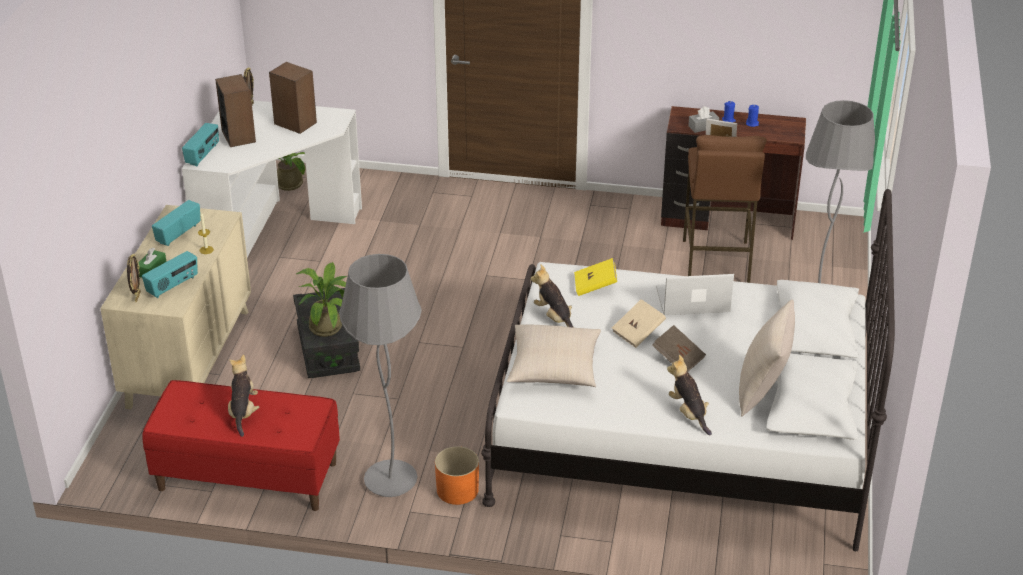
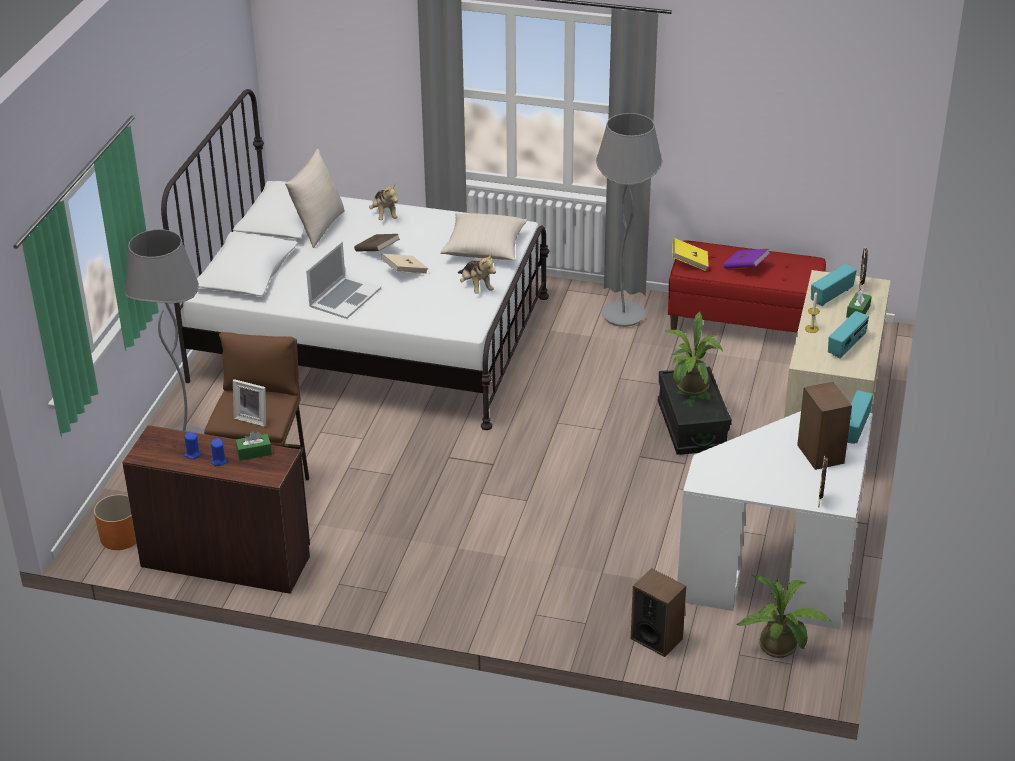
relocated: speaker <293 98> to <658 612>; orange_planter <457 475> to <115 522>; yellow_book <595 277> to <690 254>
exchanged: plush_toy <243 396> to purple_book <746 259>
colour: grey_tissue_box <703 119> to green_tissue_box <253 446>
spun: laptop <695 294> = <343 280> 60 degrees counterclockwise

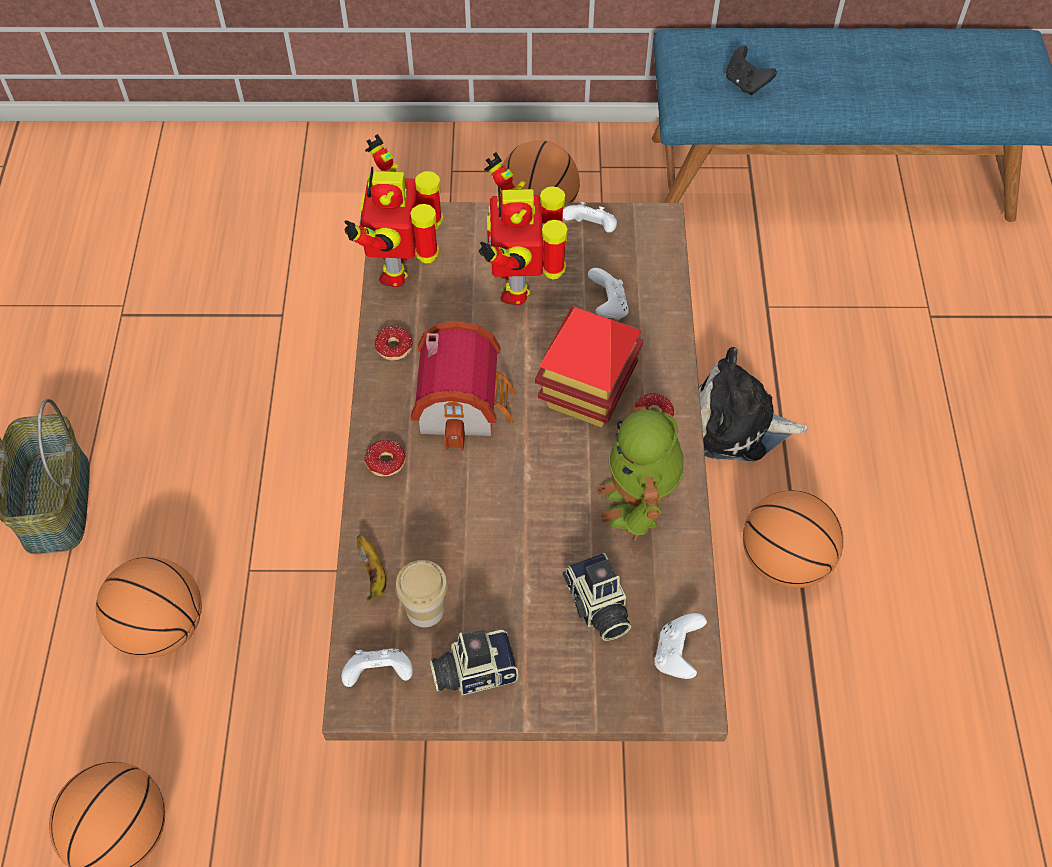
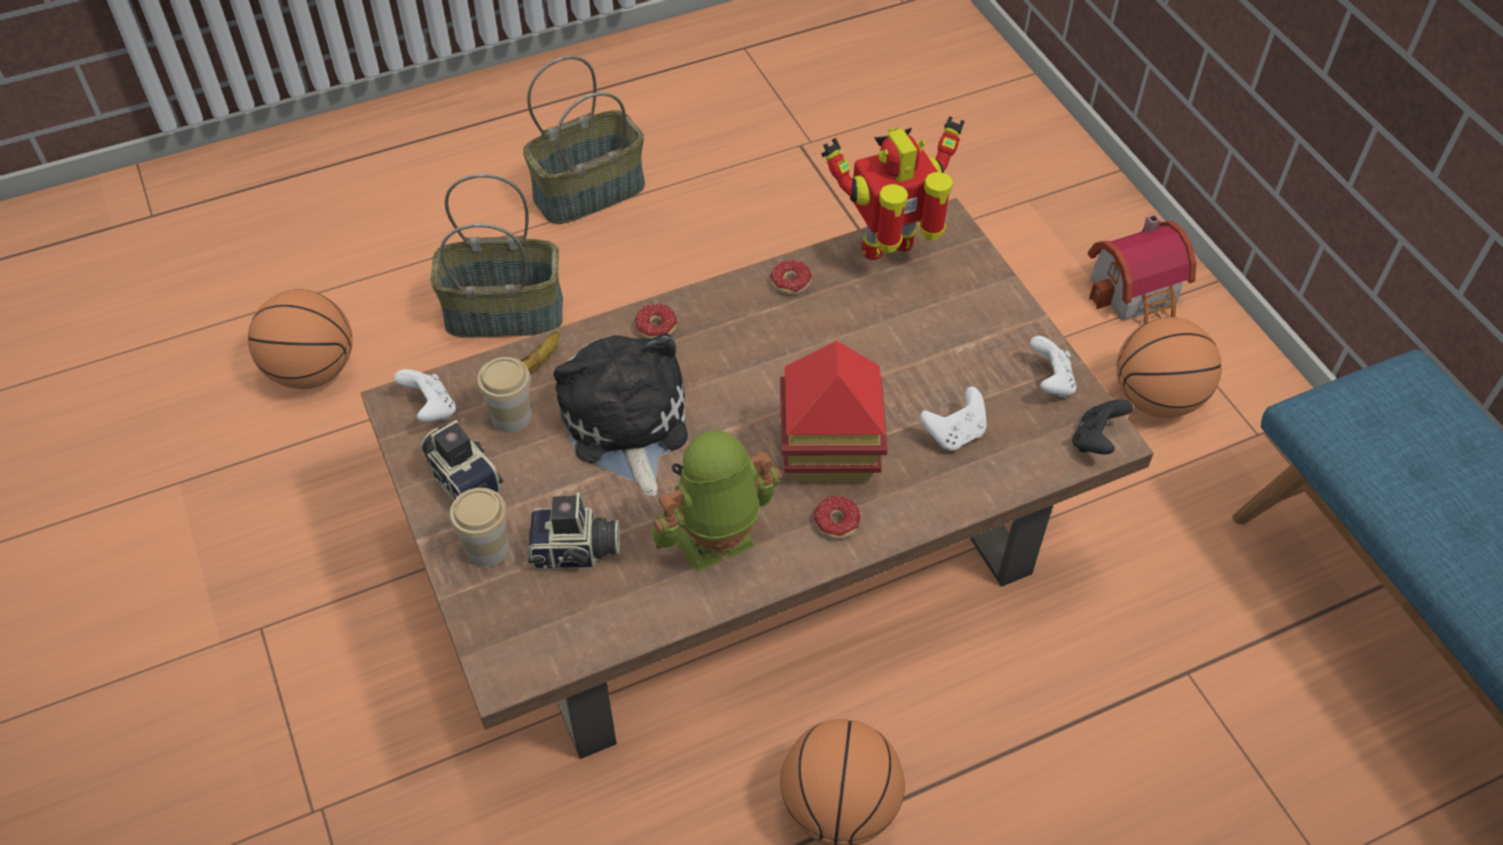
missing: toy_robot <523 229>; white_game_controller <680 646>
appeared: cup <479 527>
relocated: toy_house <463 385> to <1142 269>; plush_toy <753 404> to <620 415>; black_game_controller <751 70> to <1102 427>
exchanged: basketball <149 607> to basket <496 256>
spun: photo_camera <597 597> = <574 531> 135 degrees counterclockwise

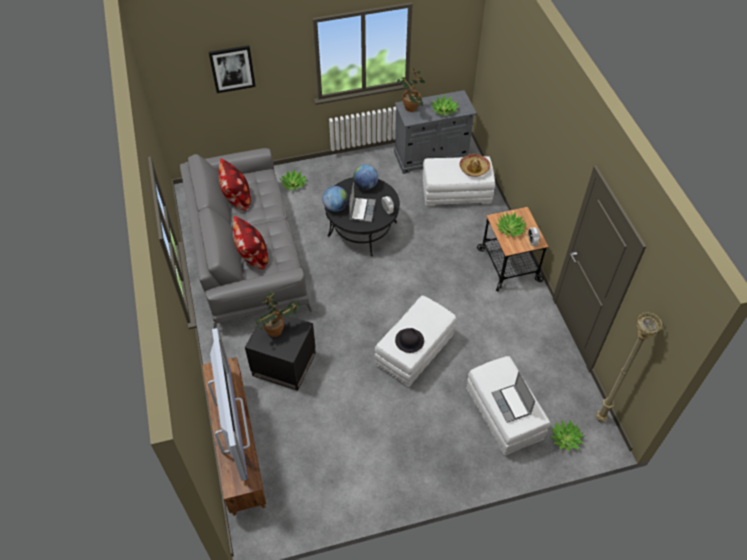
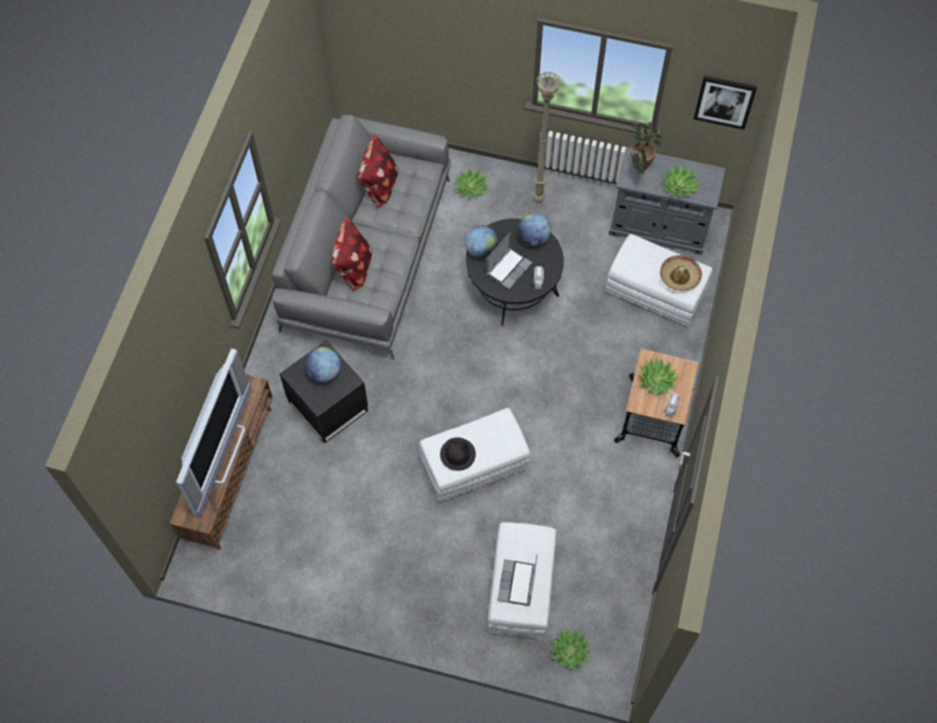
relocated: picture <232 69> to <725 103>; beige_floor_lamp <629 367> to <547 137>
exchanged: potted_plant <278 314> to globe <323 364>

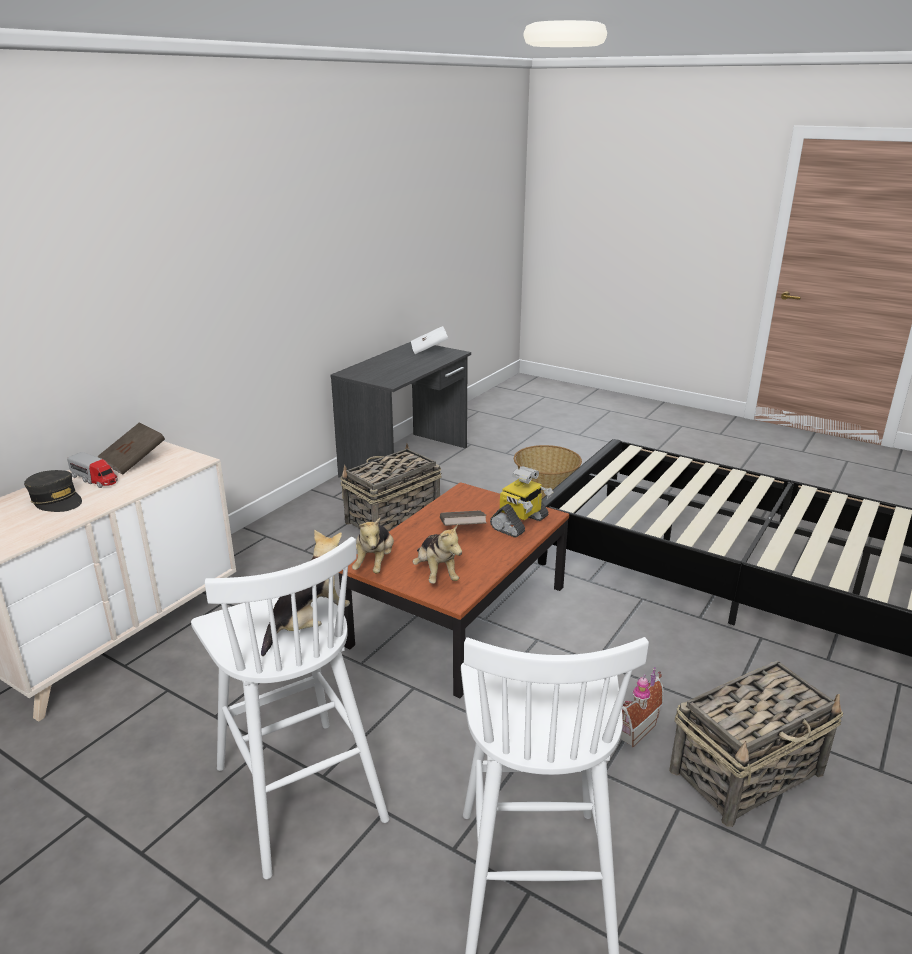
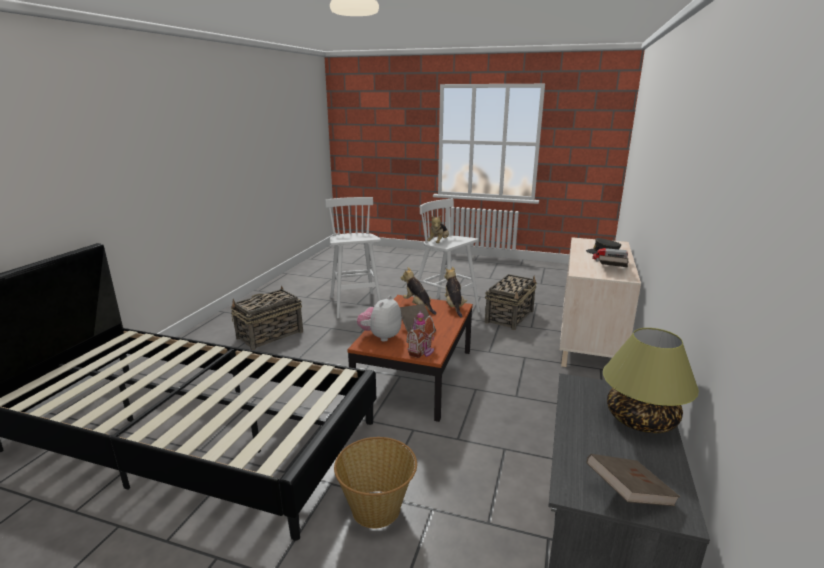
appeared: table_lamp <651 380>
relocated: basket <391 488> to <511 302>; toy_house <642 707> to <420 334>
exchanged: toy_robot <521 502> to plush_toy <379 319>
colour: white_book <429 340> to brown_book <633 480>

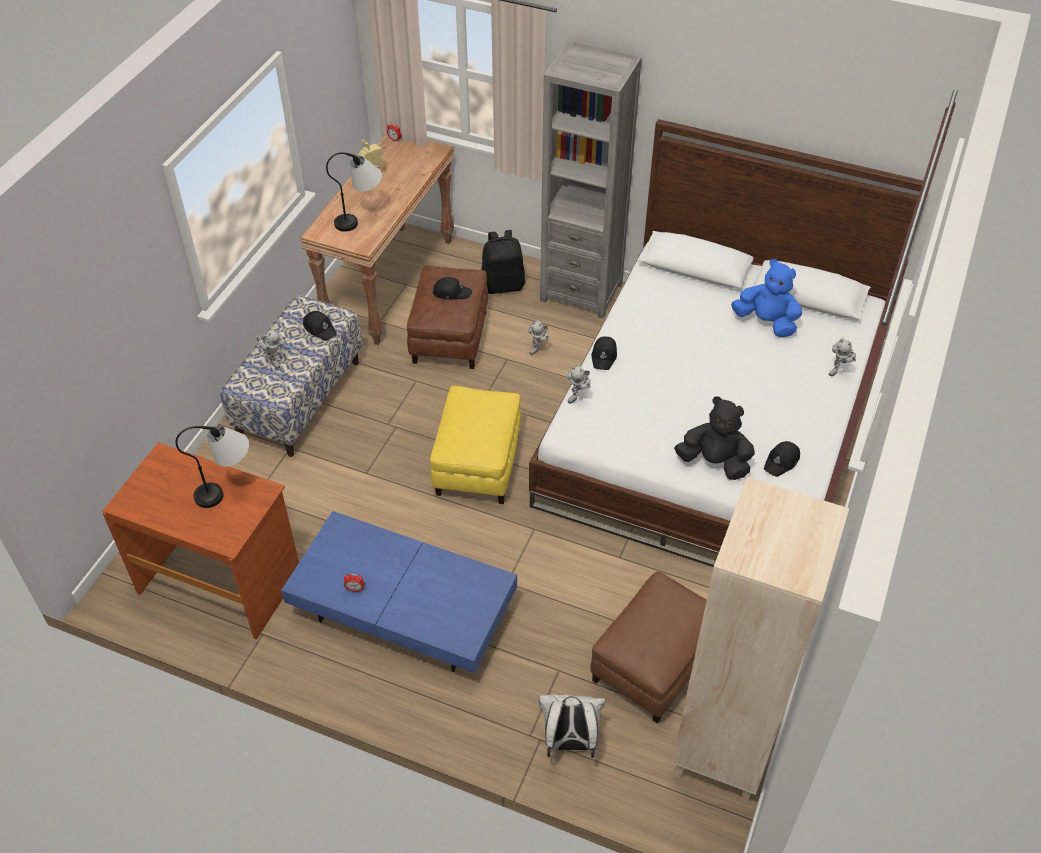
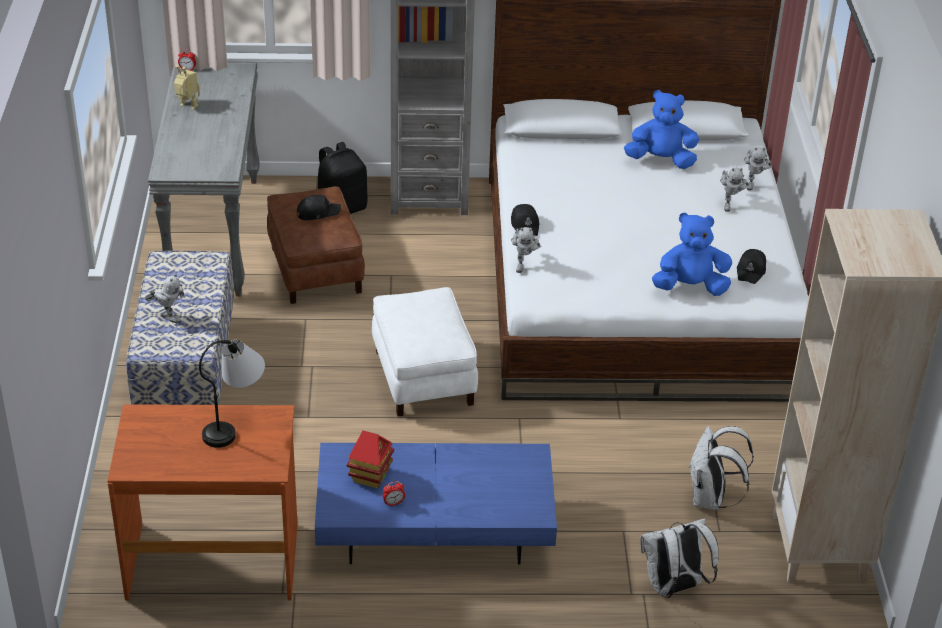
missing: black_cap <320 326>; table_lamp <354 192>
appeared: toy_house <370 459>
relocated: toy_robot <538 337> to <734 190>
exchanged: brown_ottoman <648 647> to white_backpack <721 468>
colour: brown_console_table <377 240> to grey_console_table <204 179>; yellow_ottoman <475 445> to white_ottoman <425 352>; black_plush_toy <714 438> to blue_plush_toy <692 254>

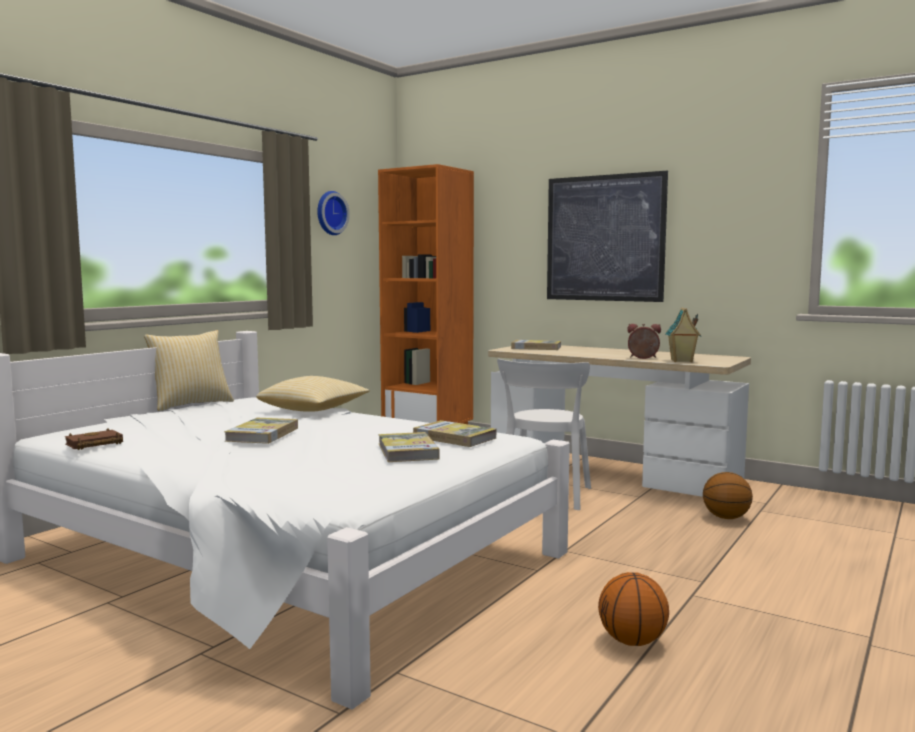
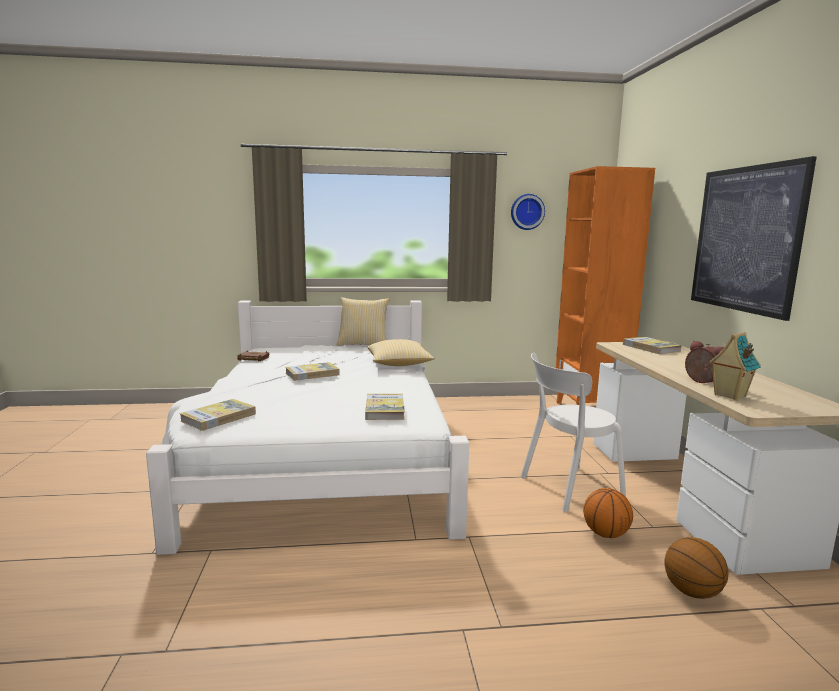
relocated: book <408 447> to <217 415>; basketball <633 609> to <608 513>

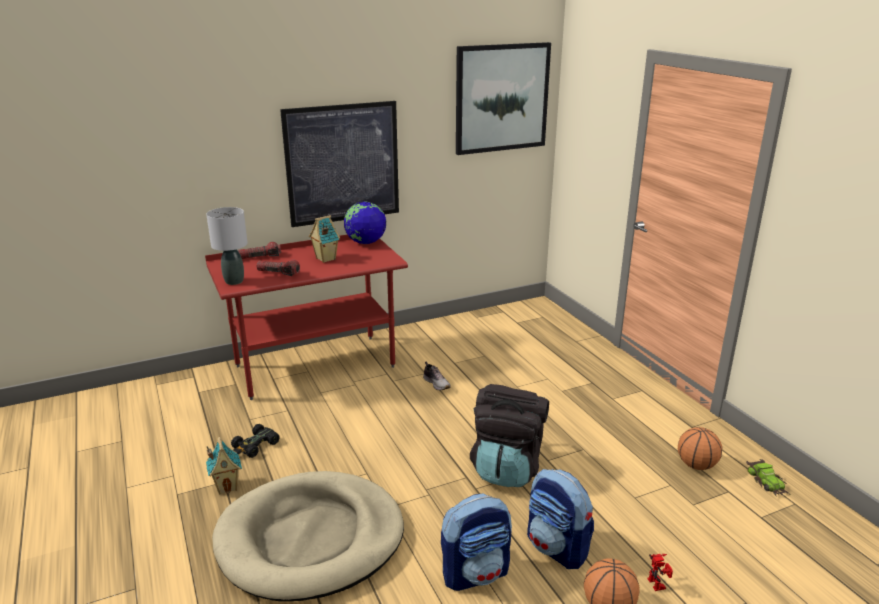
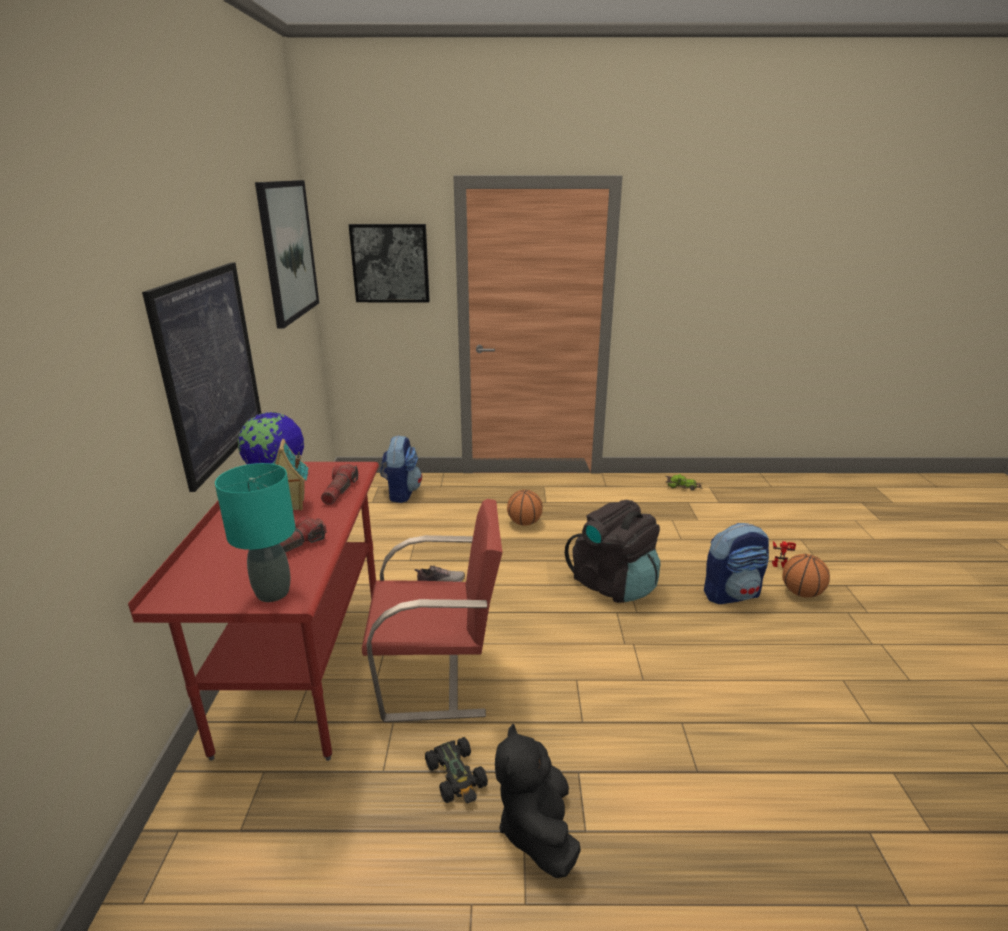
missing: beige_dog_bed <308 536>
appeared: picture <389 263>; red_chair <432 610>
relocated: flashlight <259 250> to <340 484>; backpack <476 542> to <401 469>; basketball <700 448> to <525 508>
exchanged: toy_house <224 466> to black_plush_toy <538 801>
colour: grey_table_lamp <227 246> to turquoise_table_lamp <255 532>

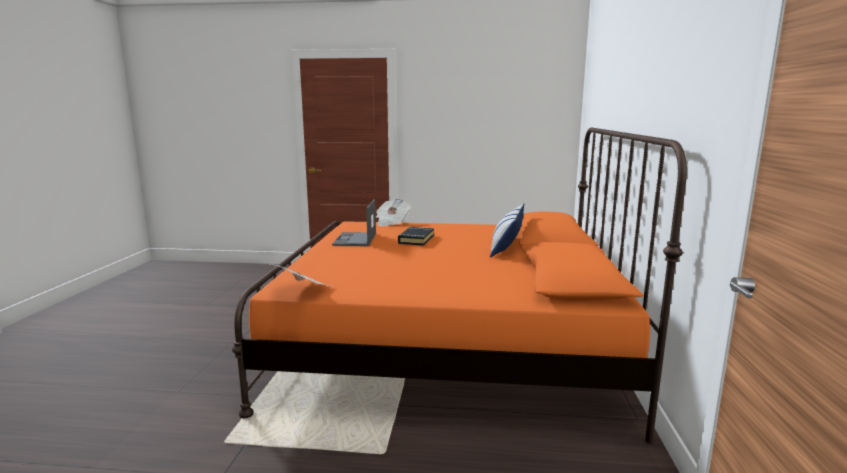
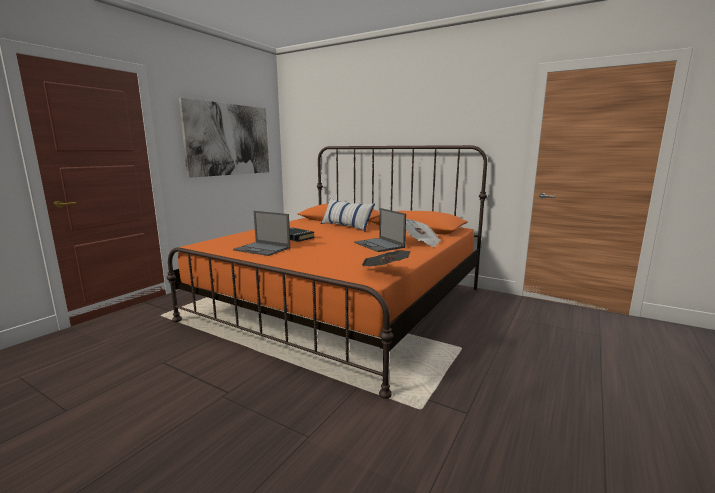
appeared: picture <224 138>; laptop <380 230>
relocated: newspaper <394 212> to <423 233>

